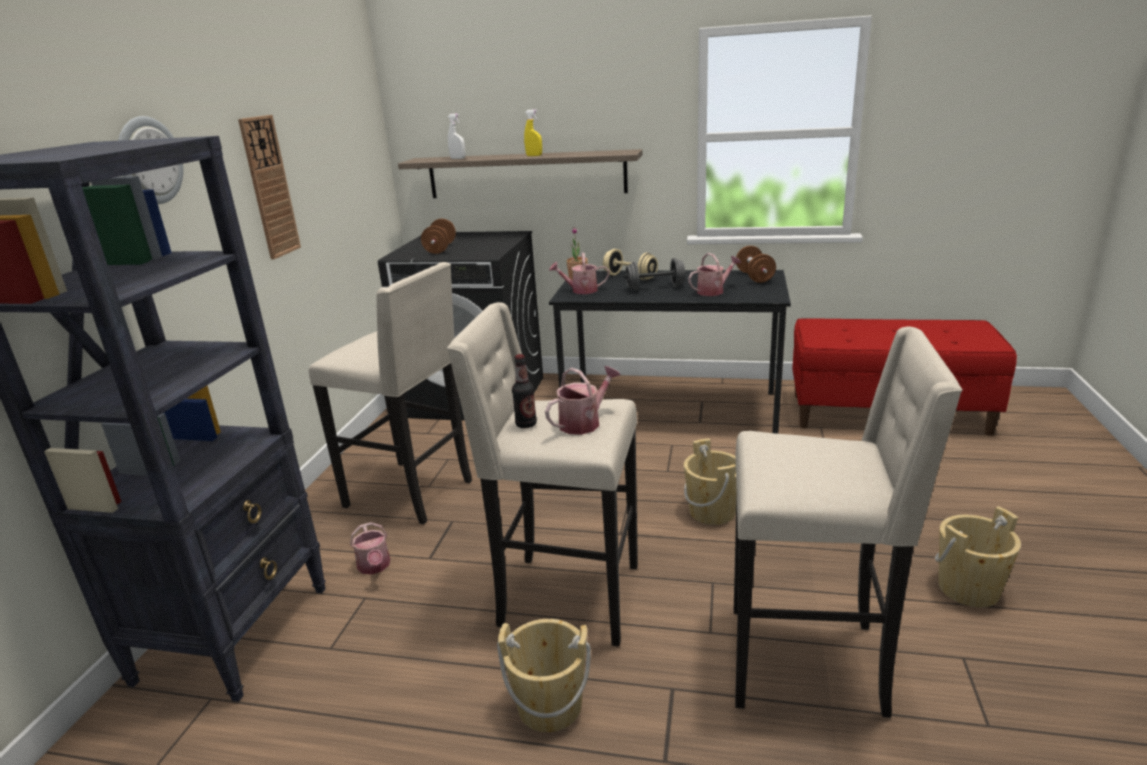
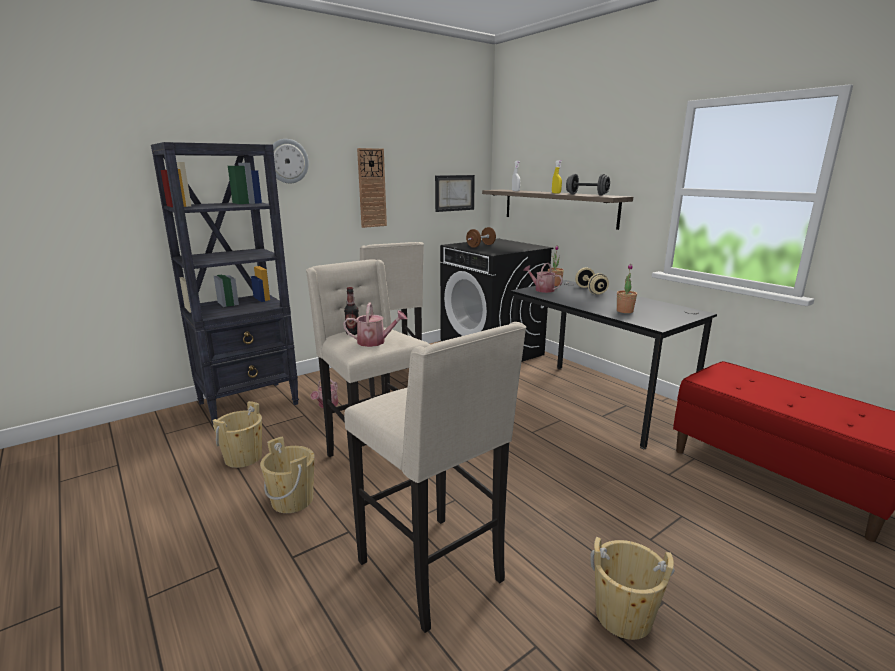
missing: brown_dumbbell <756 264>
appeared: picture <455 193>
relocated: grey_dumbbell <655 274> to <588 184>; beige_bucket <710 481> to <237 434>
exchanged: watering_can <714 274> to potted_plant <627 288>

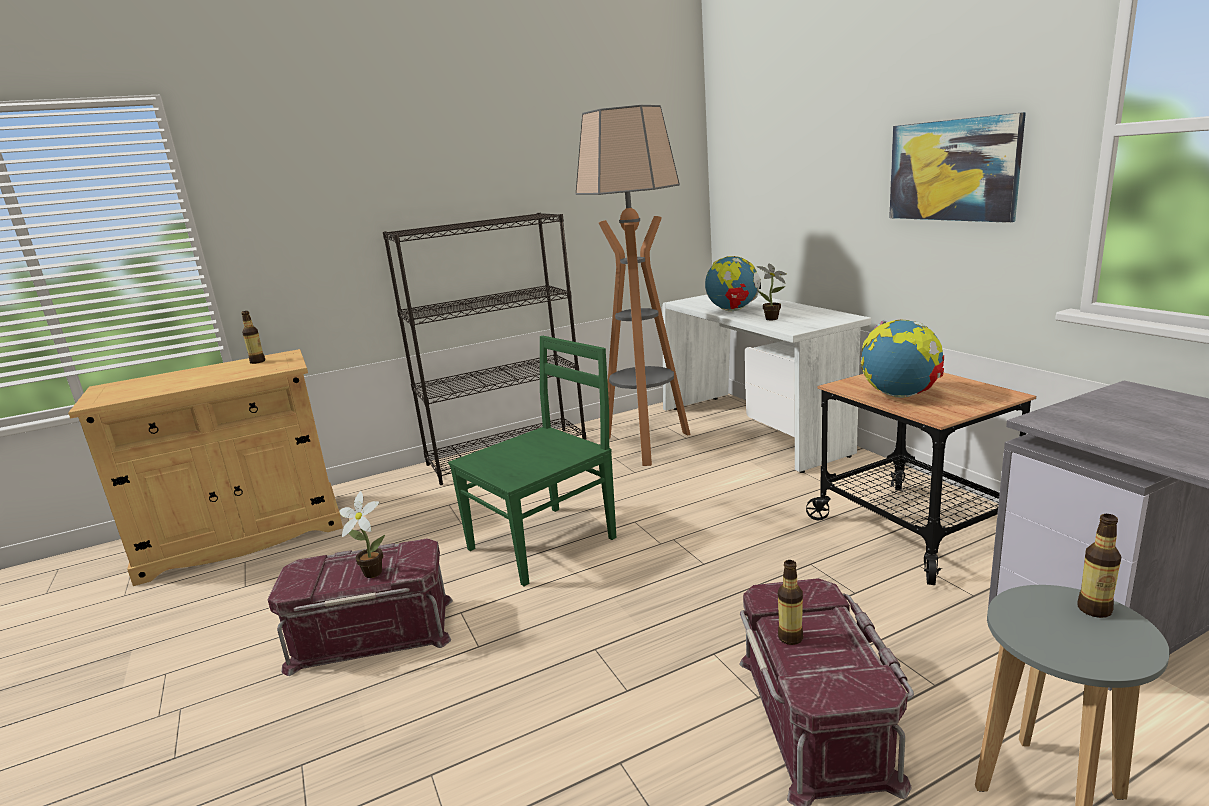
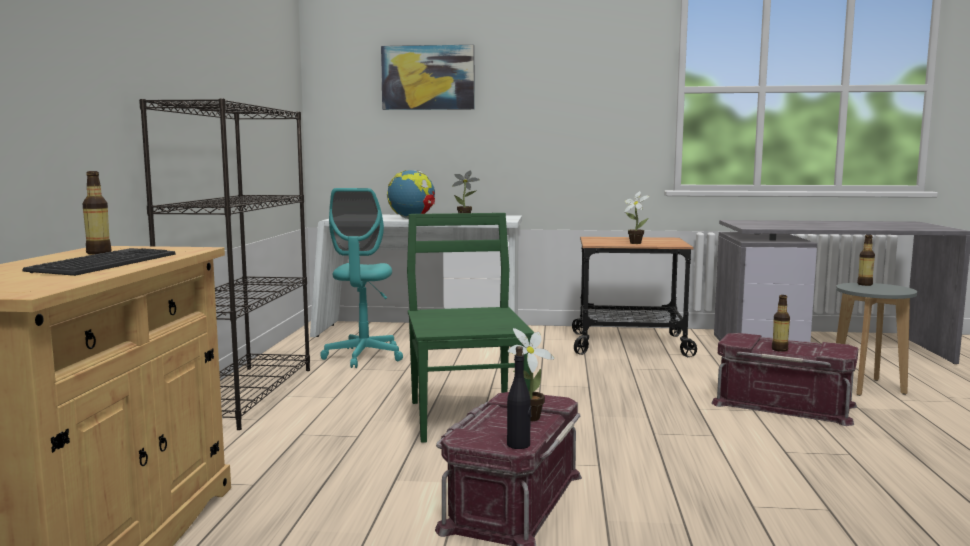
appeared: keyboard <99 262>; black_bottle <519 397>
relocated: picture <957 167> to <427 77>
exchanged: floor_lamp <632 285> to turquoise_office_chair <361 278>; globe <902 359> to potted_plant <637 217>

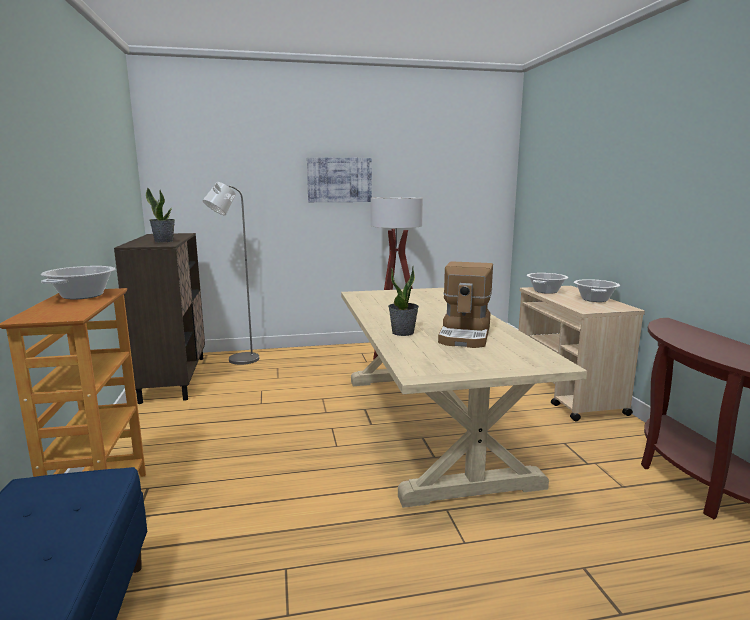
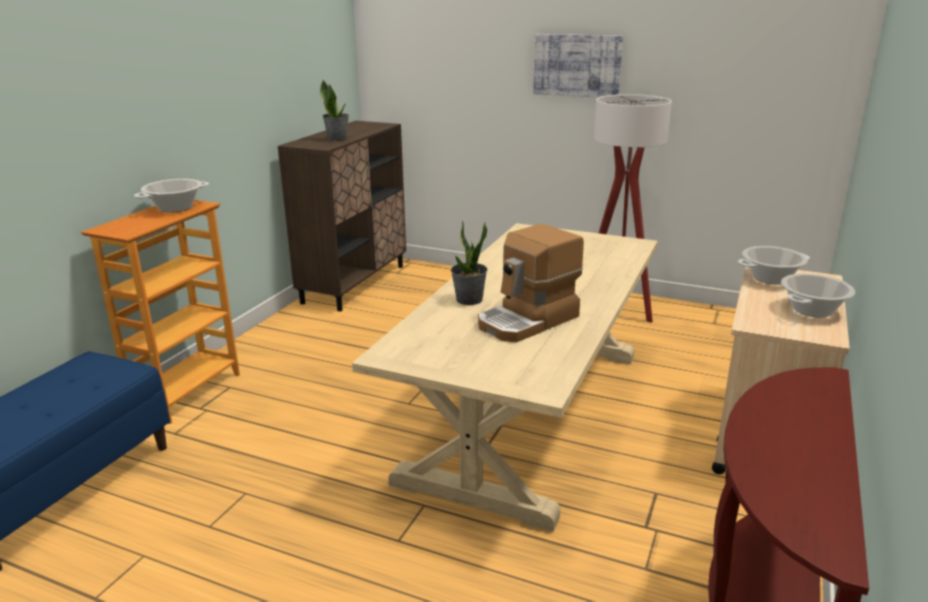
missing: grey_floor_lamp <231 273>

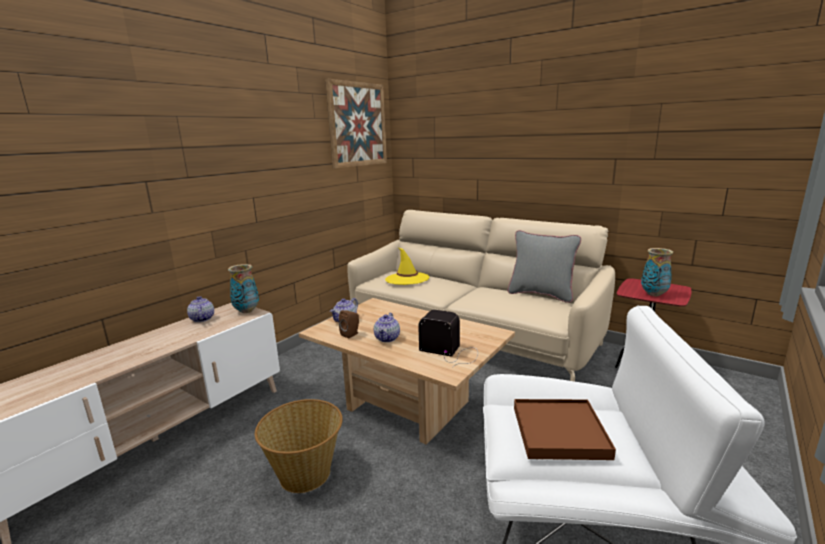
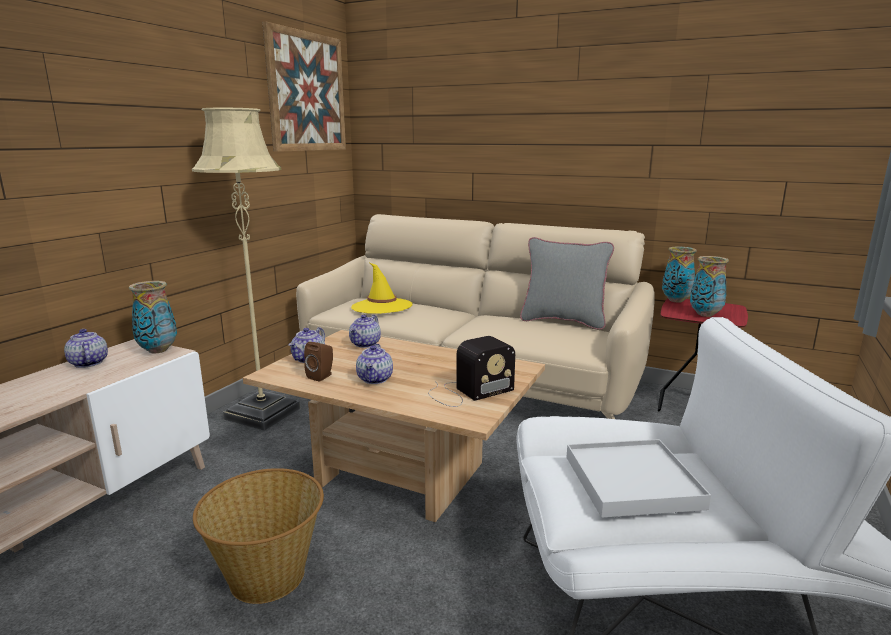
appeared: beige_floor_lamp <246 269>; teapot <365 331>; vase <679 275>
colour: brown_tray <565 429> to white_tray <638 478>
spun: radio <448 339> = <471 371> 135 degrees clockwise

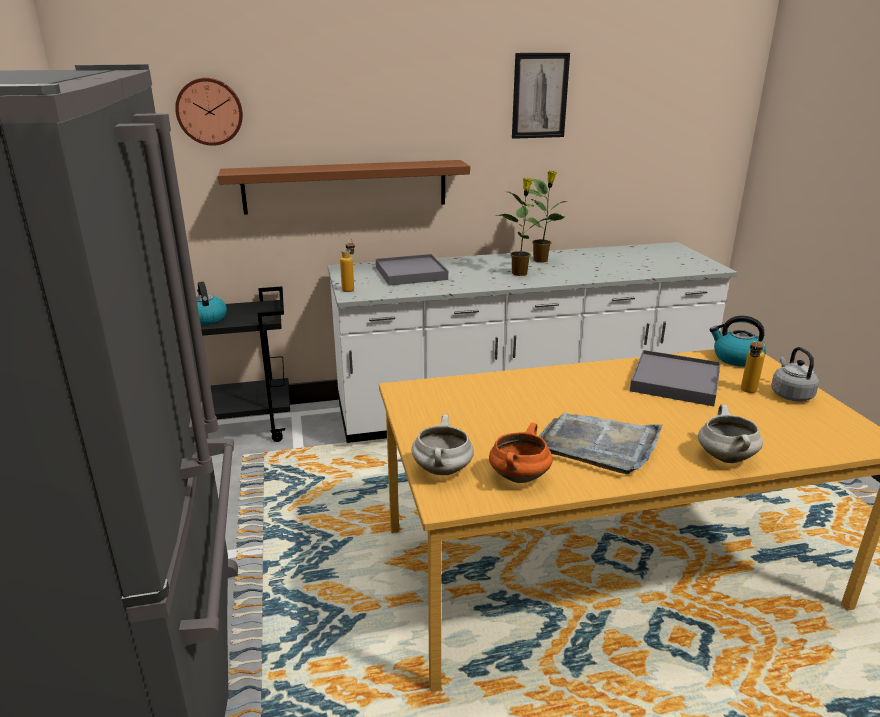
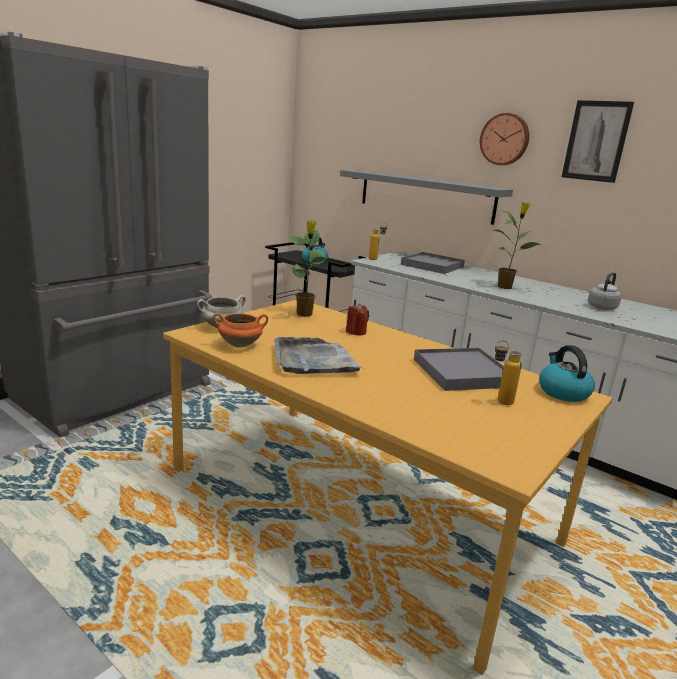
missing: white_cooking_pot <730 434>
appeared: red_candle <357 319>
relocated: wall_clock <209 112> to <504 139>; potted_plant <544 216> to <307 268>; grey_kettle <795 374> to <605 291>
colour: brown_shelf <344 187> to grey_shelf <426 197>

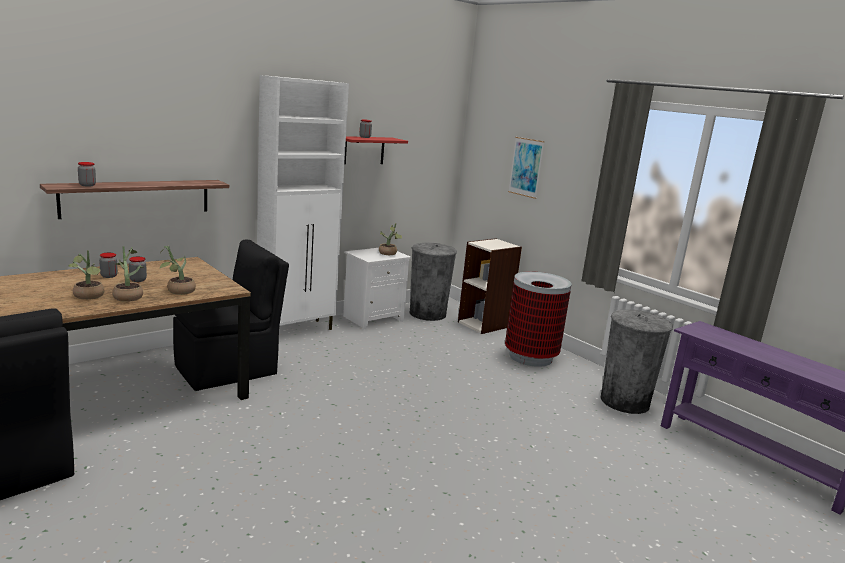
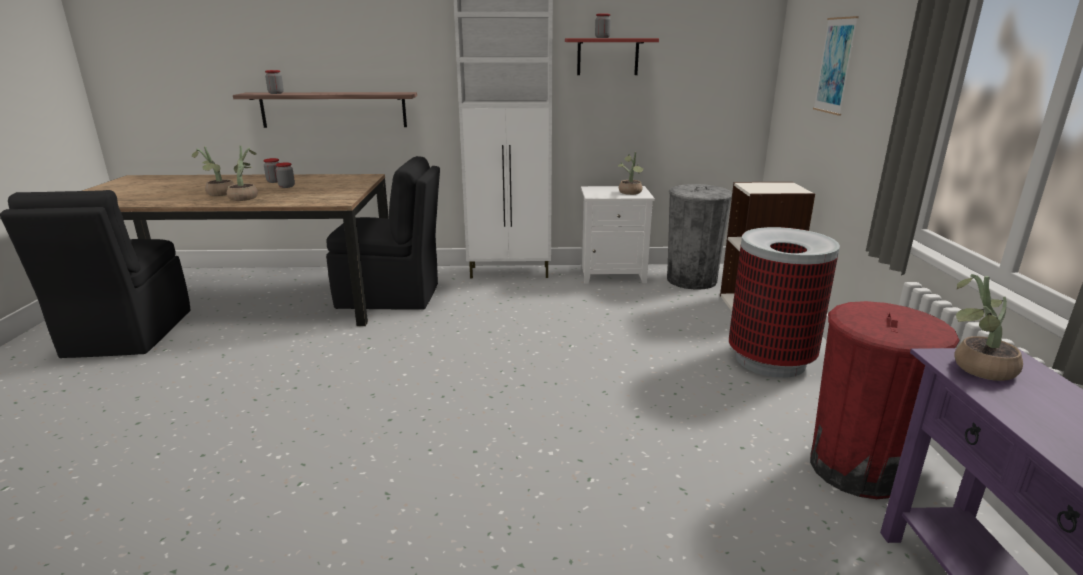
relocated: potted_plant <177 270> to <988 327>
colour: grey_trash_can <636 361> to red_trash_can <885 400>

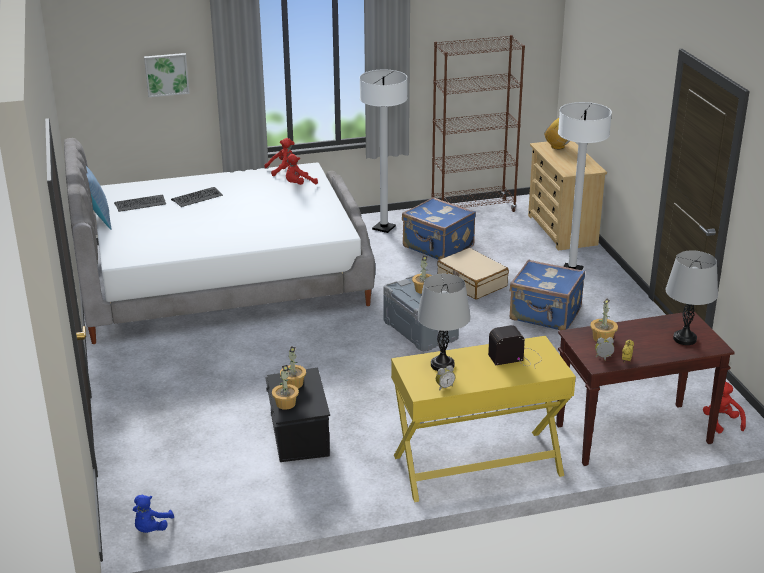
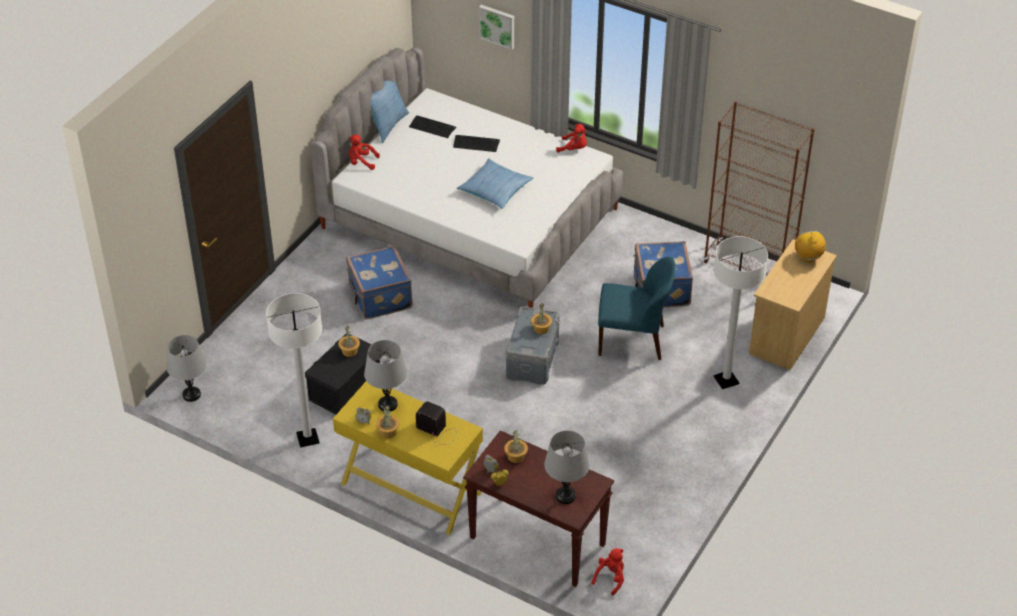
appeared: pillow <495 183>
relocated: potted_plant <285 387> to <387 422>; red_plush_toy <301 169> to <364 152>; white_floor_lamp <383 151> to <294 370>; blue_suitcase <547 294> to <379 282>
exchanged: blue_plush_toy <153 514> to grey_table_lamp <187 368>; beige_suitcase <473 274> to blue_chair <637 308>

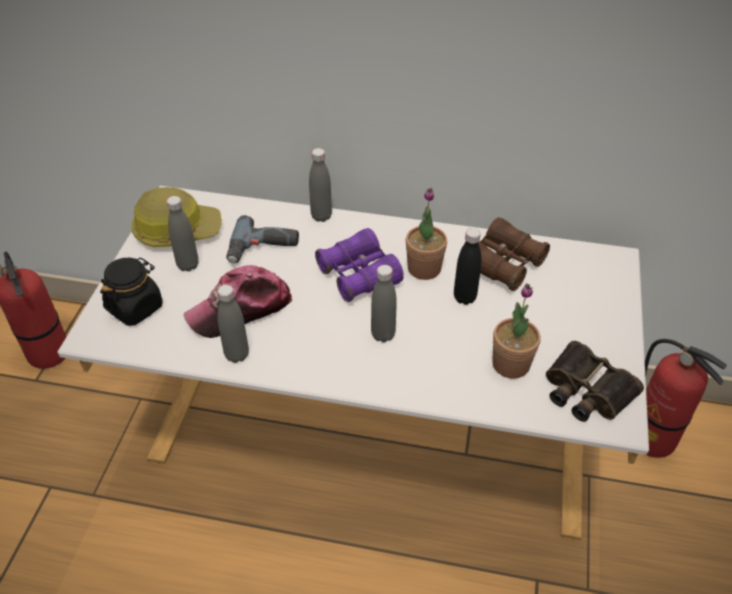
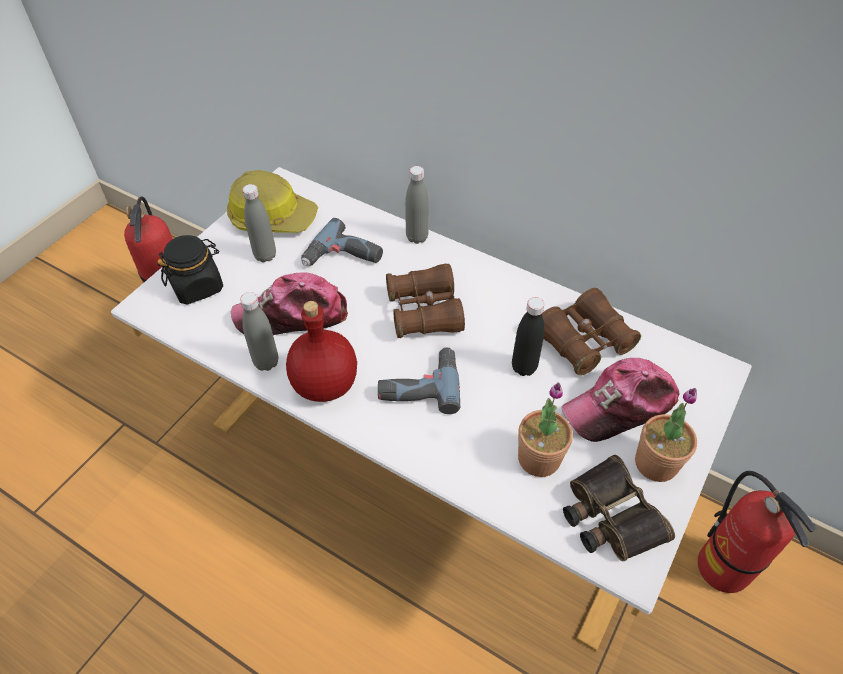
appeared: red_bottle <321 351>; cap <620 400>
relocated: potted_plant <426 234> to <666 435>
exchanged: grey_bottle <384 303> to power_drill <419 380>
colour: purple_binoculars <359 265> to brown_binoculars <425 301>

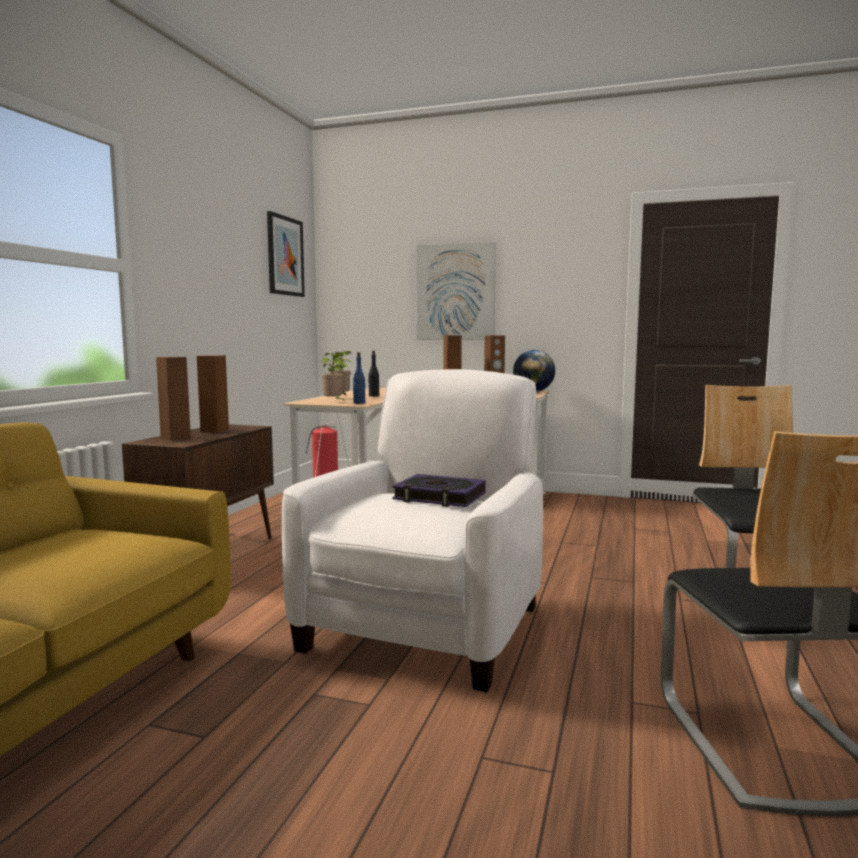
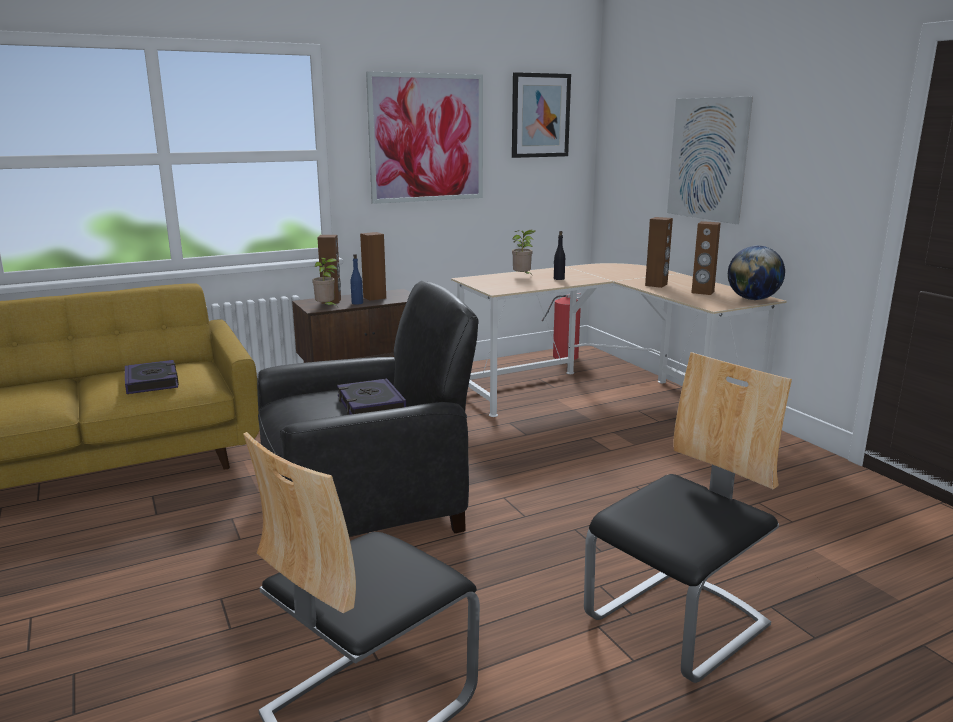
appeared: book <152 377>; picture <424 137>
relocated: potted_plant <334 376> to <325 282>; blue_bottle <359 378> to <357 279>
colour: white_armchair <412 530> to black_armchair <368 409>

